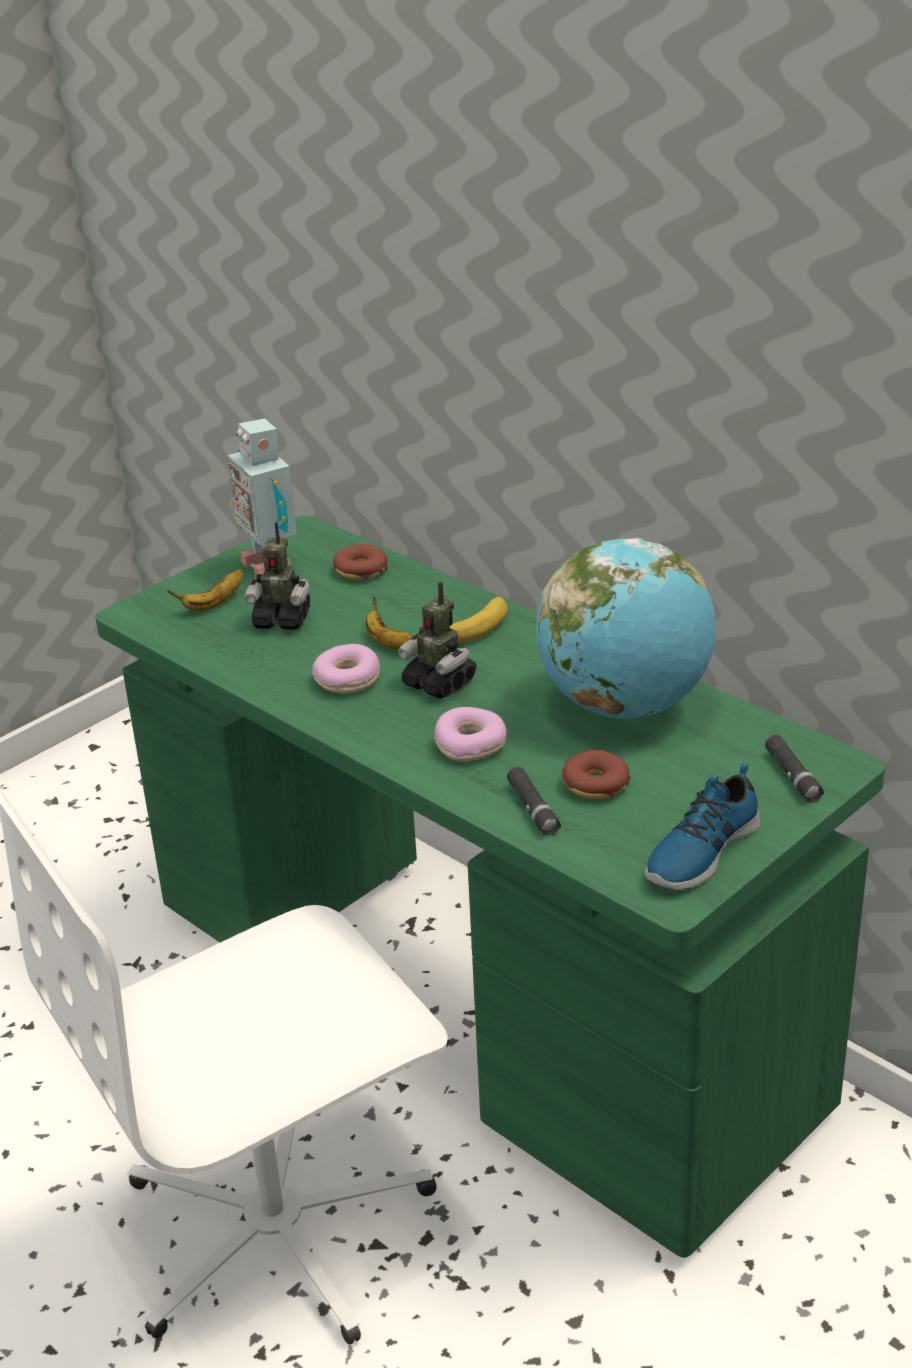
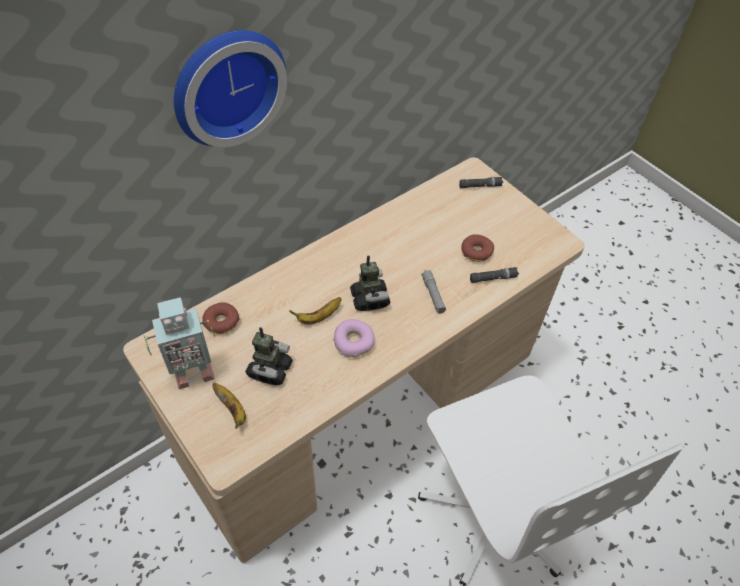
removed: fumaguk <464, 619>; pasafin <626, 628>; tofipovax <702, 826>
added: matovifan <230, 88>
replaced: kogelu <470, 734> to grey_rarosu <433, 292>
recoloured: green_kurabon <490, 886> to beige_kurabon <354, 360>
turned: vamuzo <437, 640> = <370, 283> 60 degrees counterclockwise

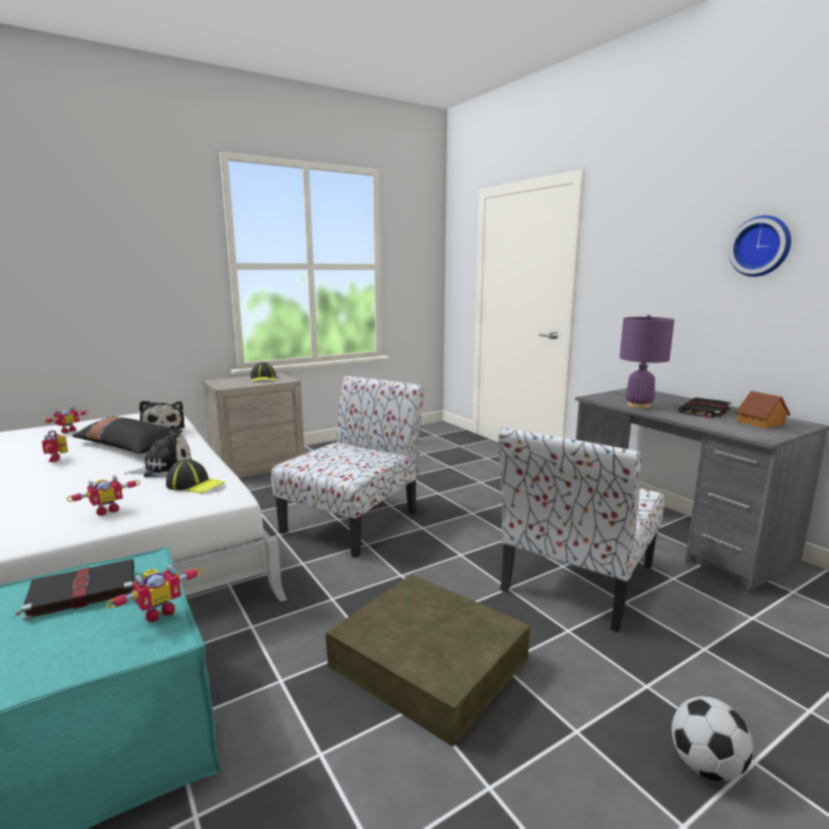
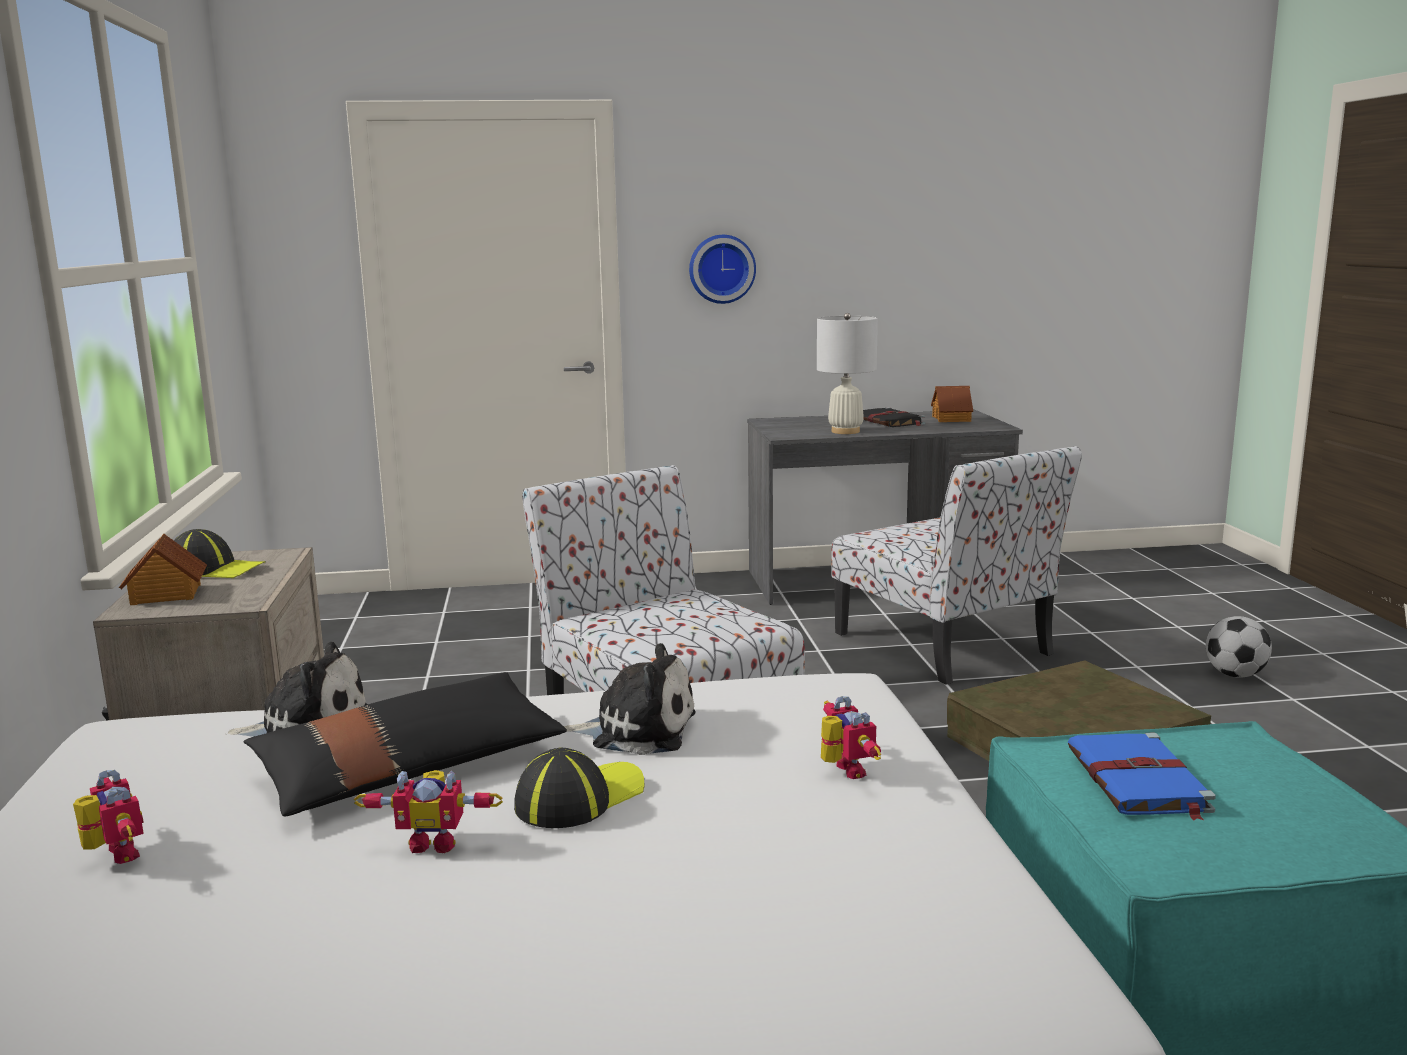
removed: vamuzo <154, 593>
added: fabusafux <163, 569>
moved: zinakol <195, 476> to <579, 787>; matovifan <760, 246> to <722, 269>
recoloured: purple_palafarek <647, 362> to white_palafarek <847, 373>; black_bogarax <74, 590> to blue_bogarax <1142, 776>
turned: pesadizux <158, 453> = <630, 699> 90 degrees clockwise

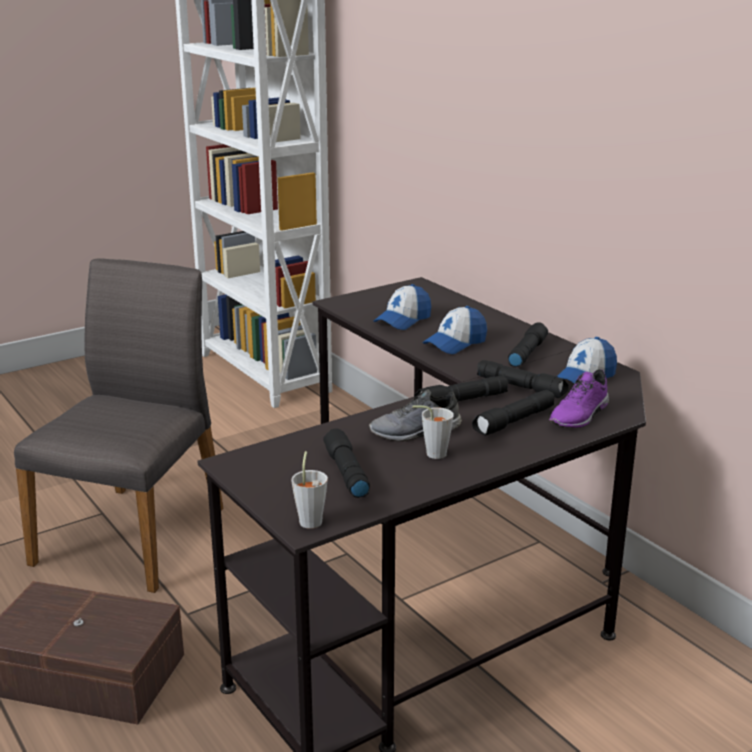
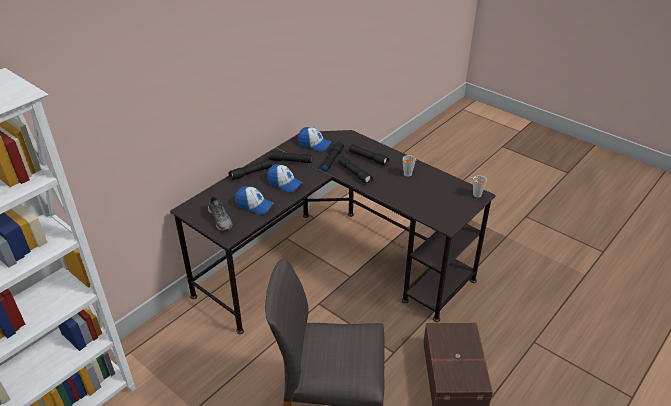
removed: purple_tofipovax <579, 398>
moved: grey_tofipovax <415, 415> to <220, 213>; black_rarosu <346, 463> to <250, 169>

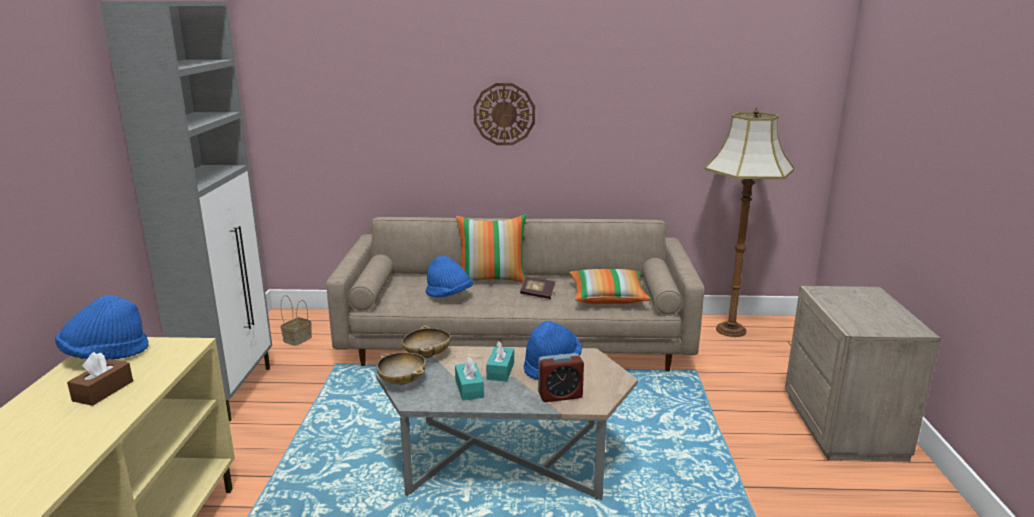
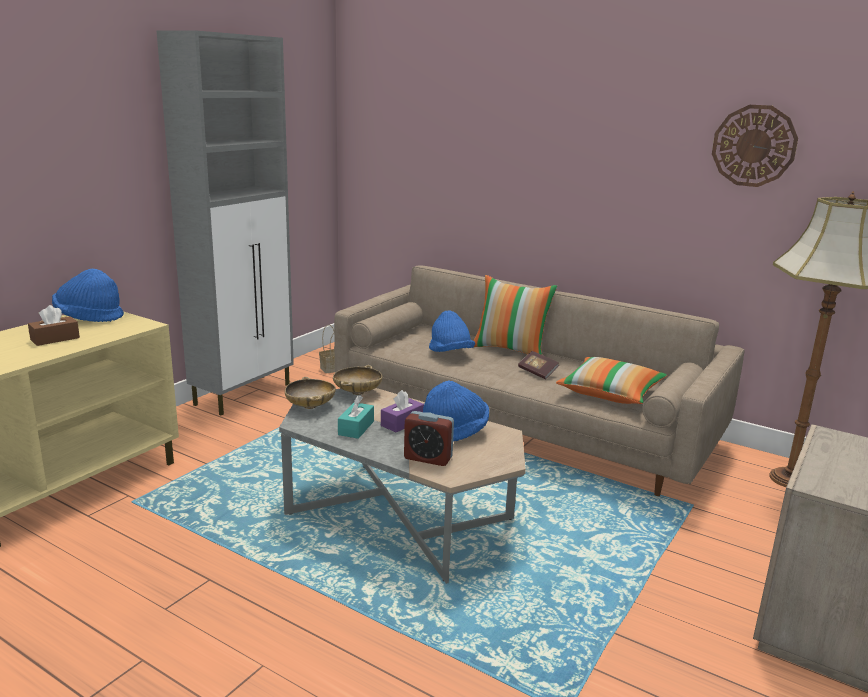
moved: matovifan <504, 114> to <755, 146>
recoloured: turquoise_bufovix <500, 361> to purple_bufovix <402, 411>

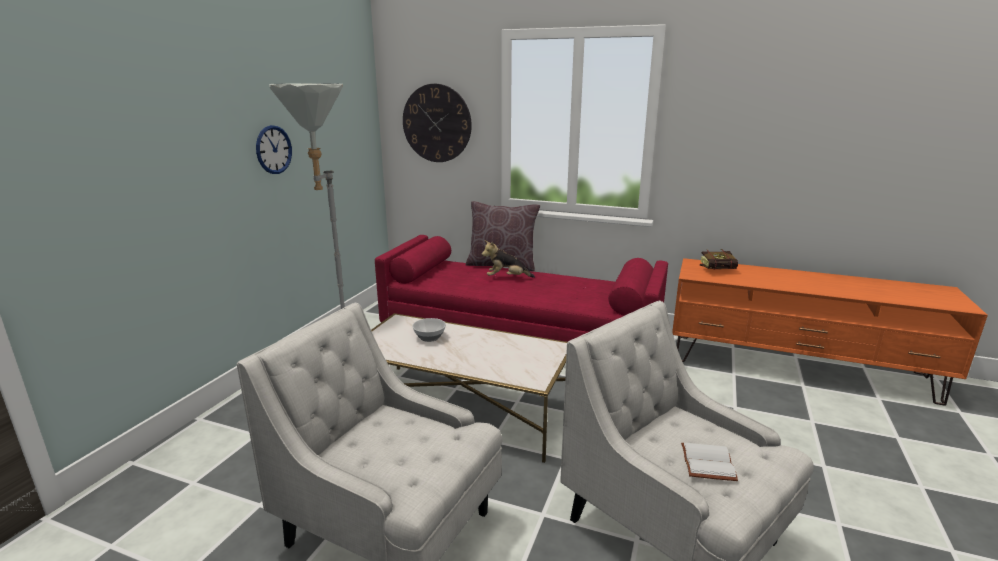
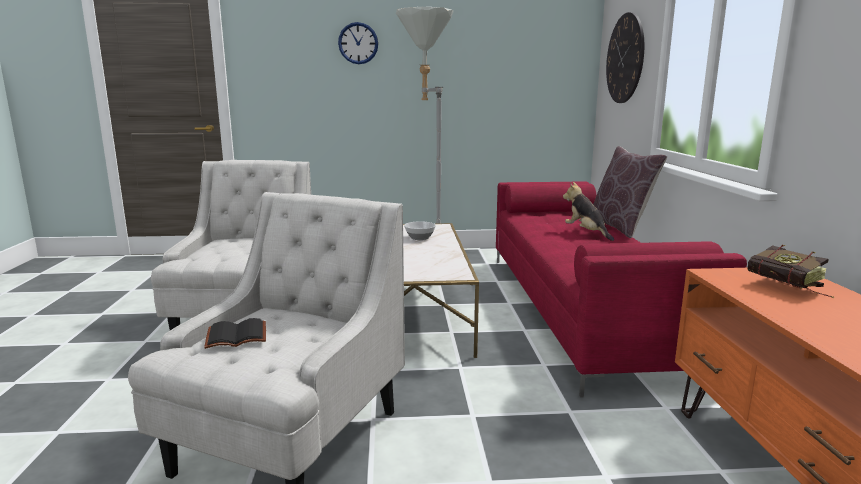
moved: matovifan <274, 149> to <358, 43>
recoloured: white_bogarax <709, 462> to black_bogarax <235, 333>

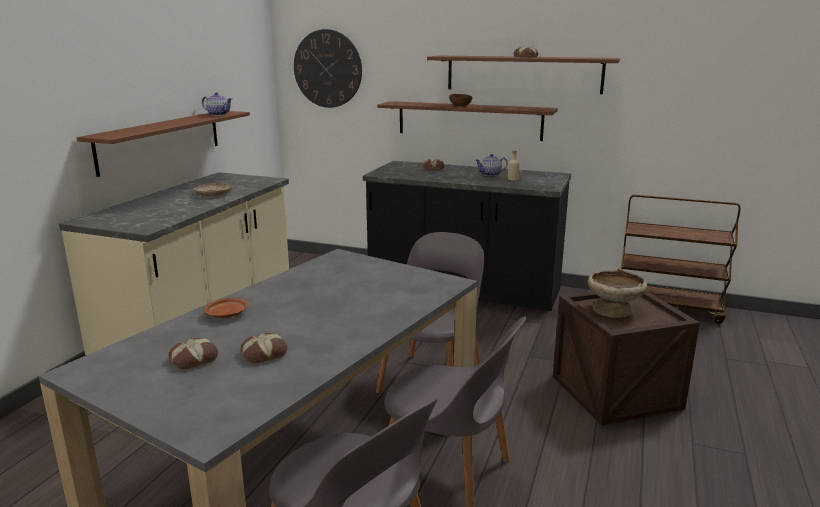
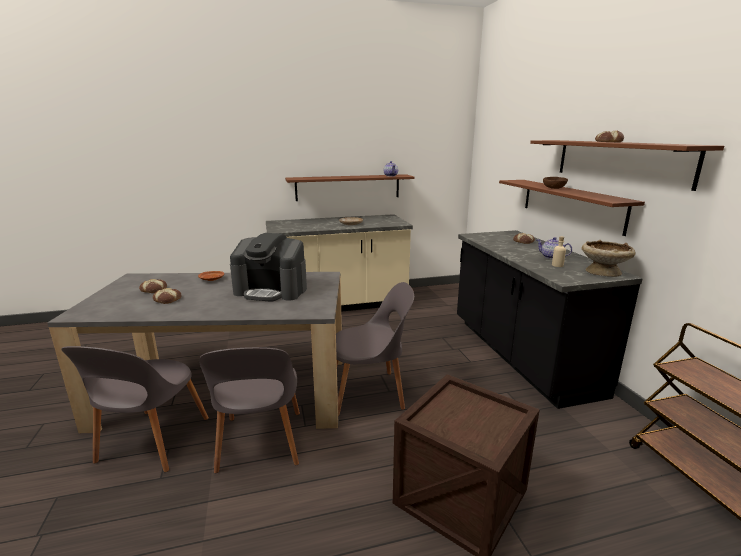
removed: matovifan <328, 68>
added: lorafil <268, 267>
moved: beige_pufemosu <617, 293> to <609, 258>

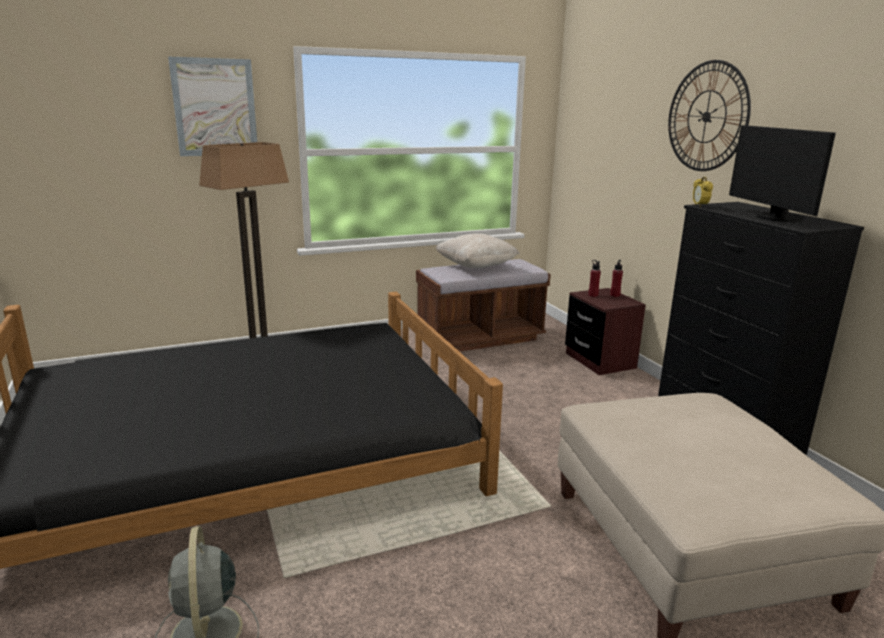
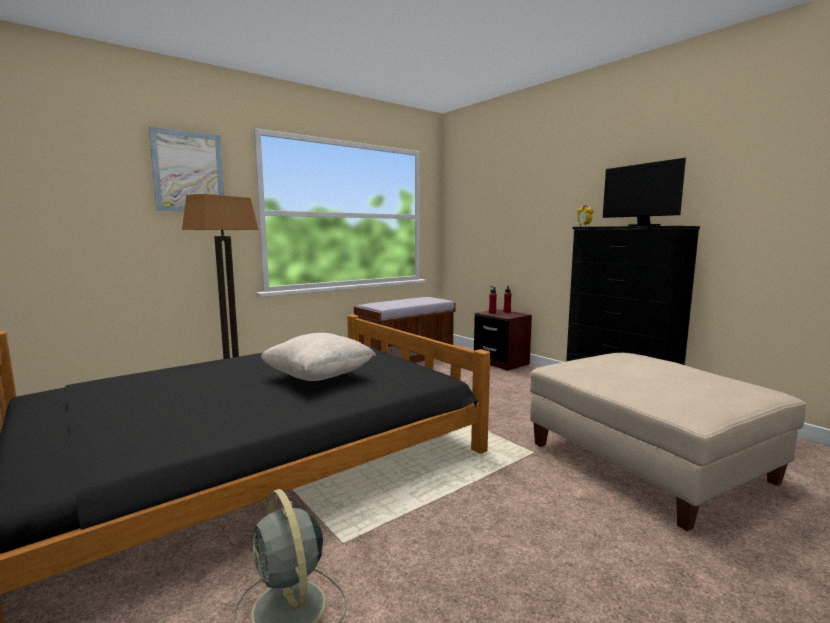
removed: matovifan <709, 115>
moved: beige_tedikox <478, 250> to <318, 357>

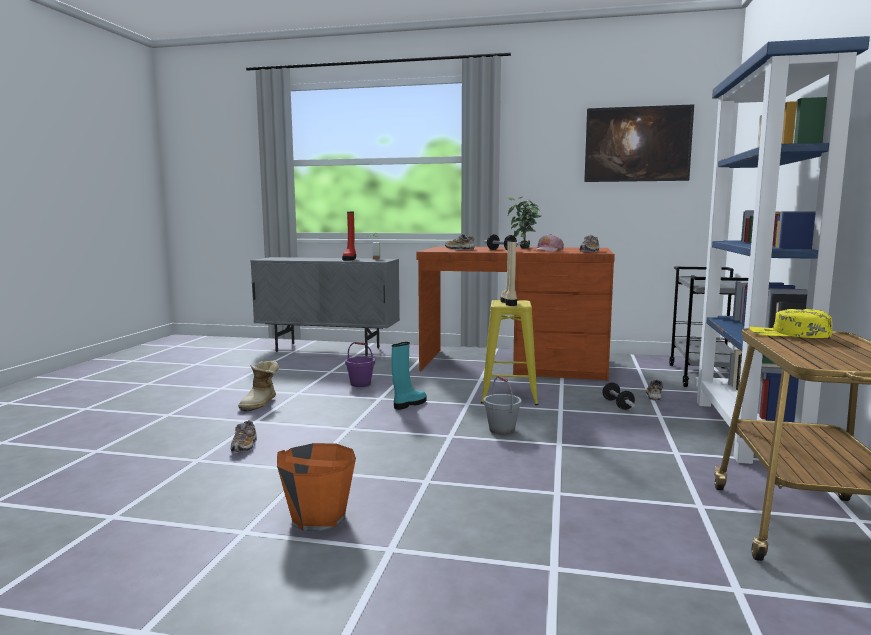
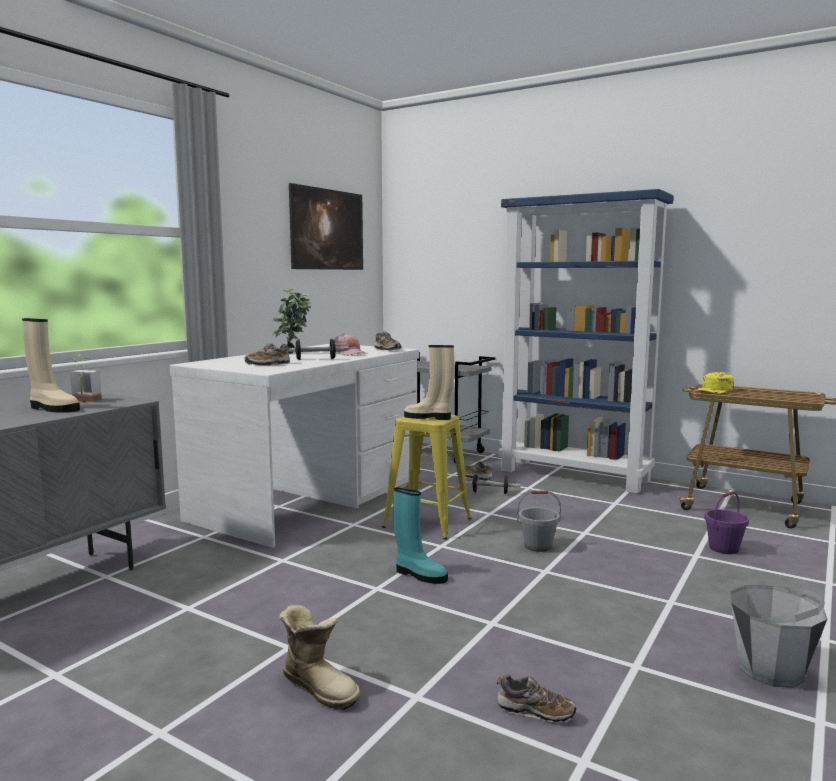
moved: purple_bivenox <360, 364> to <726, 522>
recoloured: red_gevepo <349, 236> to beige_gevepo <51, 365>; brown_kurabon <515, 313> to white_kurabon <294, 446>; orange_bivenox <316, 487> to grey_bivenox <778, 636>
turned: turquoise_gevepo <409, 376> = <420, 535> 150 degrees clockwise

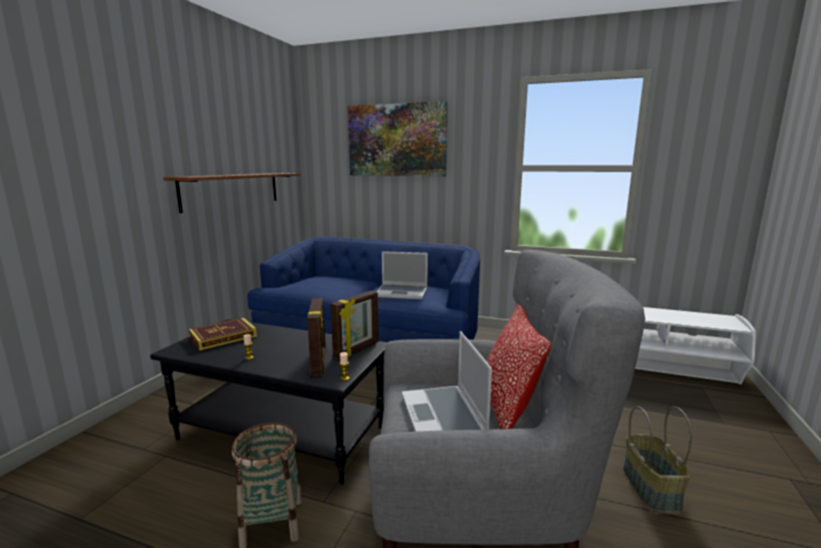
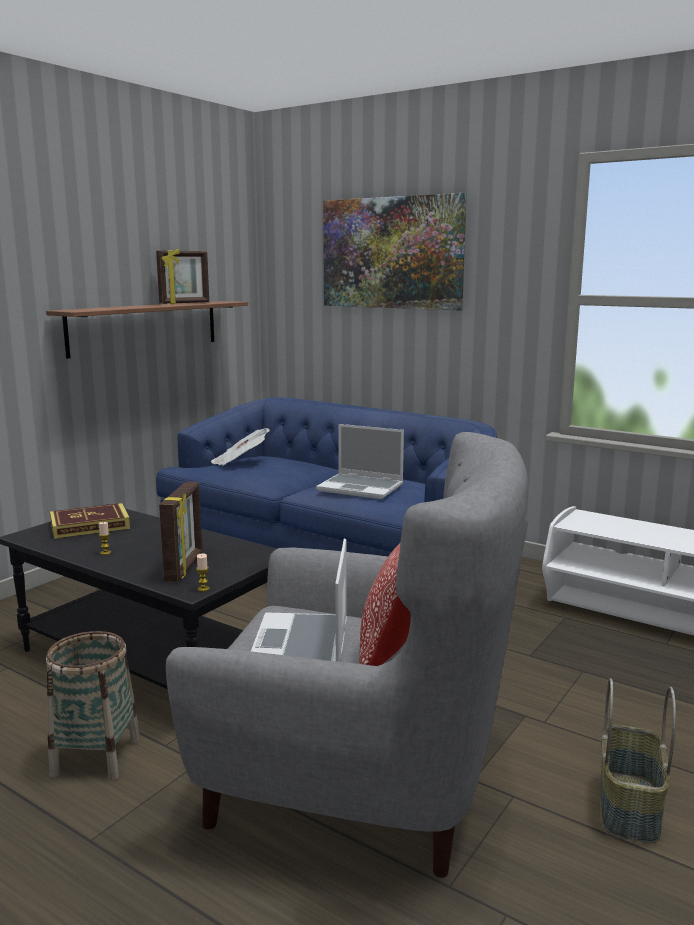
added: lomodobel <240, 447>
moved: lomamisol <354, 325> to <182, 276>

